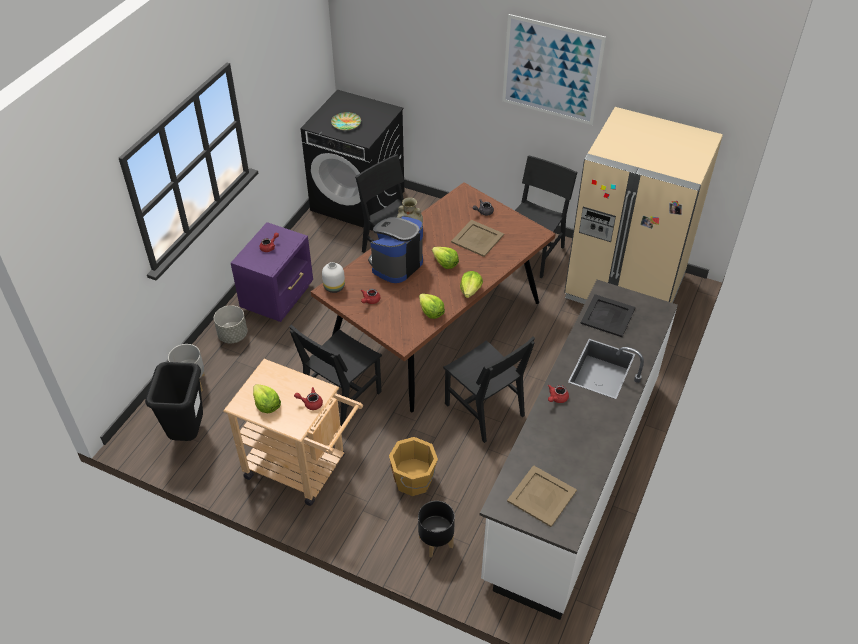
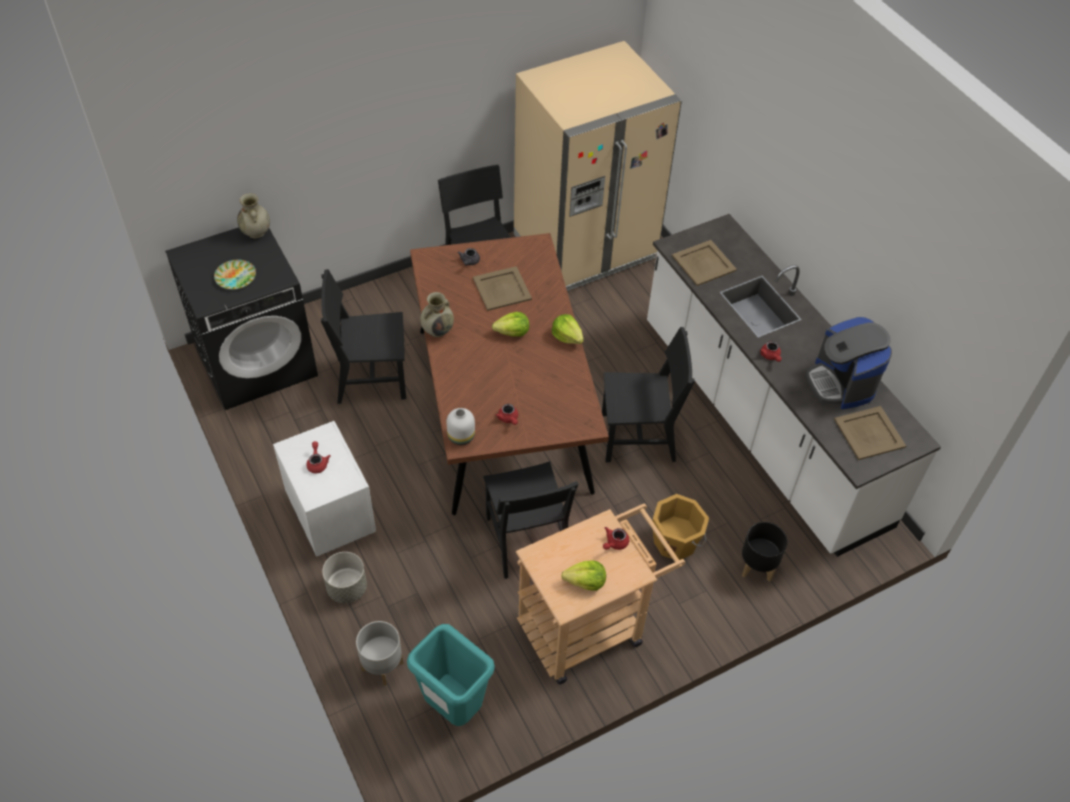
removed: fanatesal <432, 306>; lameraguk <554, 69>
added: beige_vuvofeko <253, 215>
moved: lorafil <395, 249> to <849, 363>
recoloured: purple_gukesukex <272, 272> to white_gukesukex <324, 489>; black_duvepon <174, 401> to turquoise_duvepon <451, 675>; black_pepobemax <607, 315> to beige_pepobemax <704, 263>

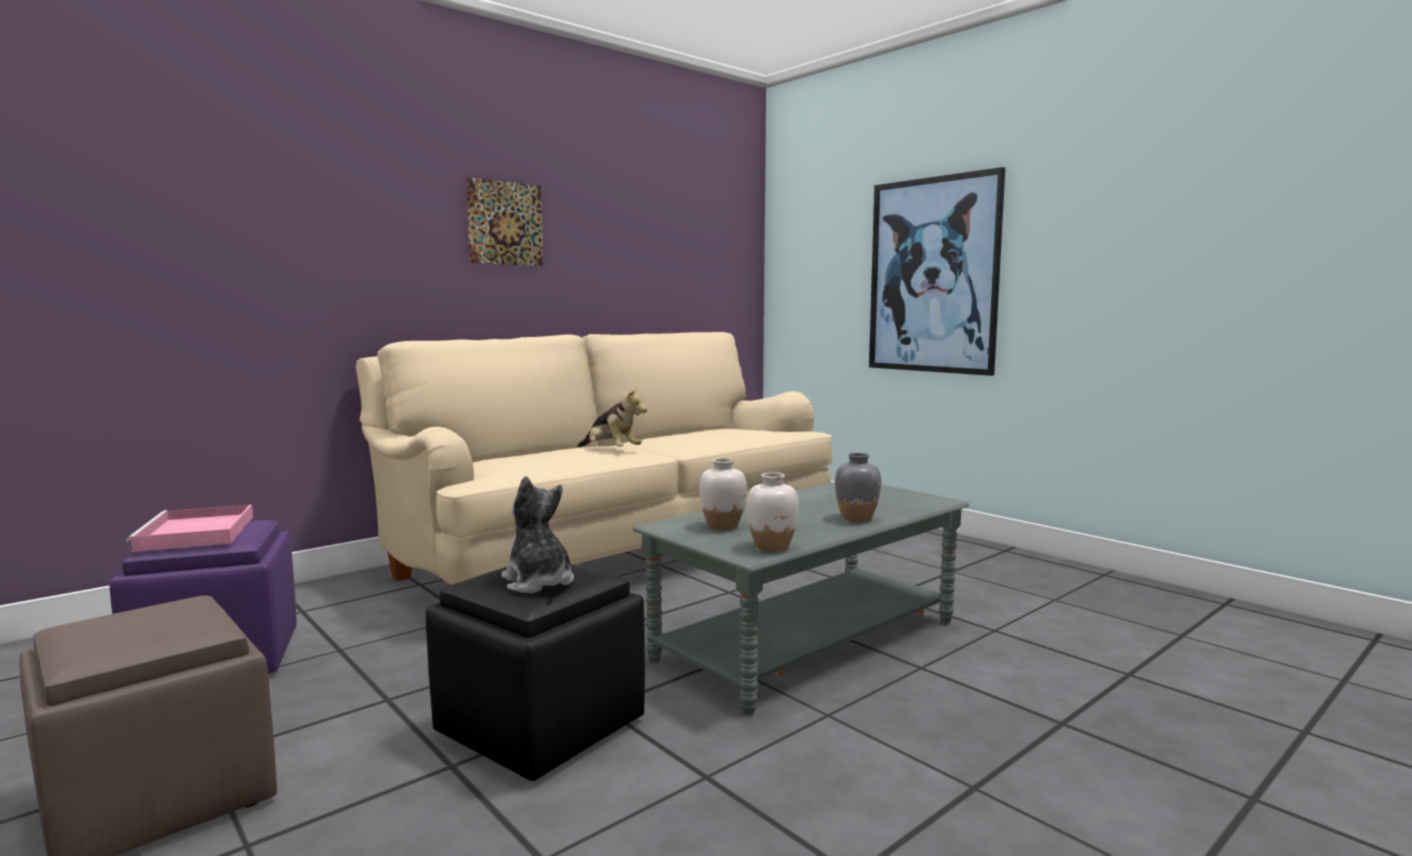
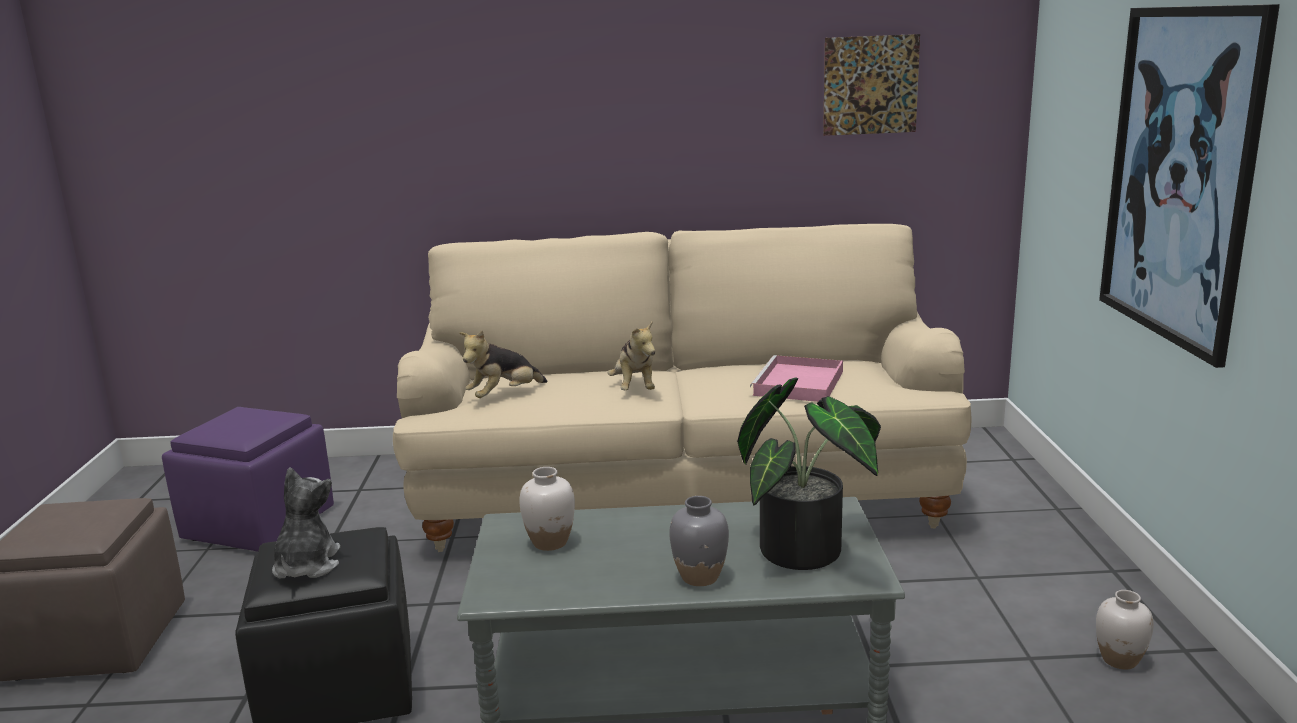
added: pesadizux <503, 364>; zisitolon <809, 473>
moved: pink_pepobemax <189, 528> to <796, 378>; lameraguk <504, 221> to <871, 85>; white_vuvofeko <773, 512> to <1125, 629>

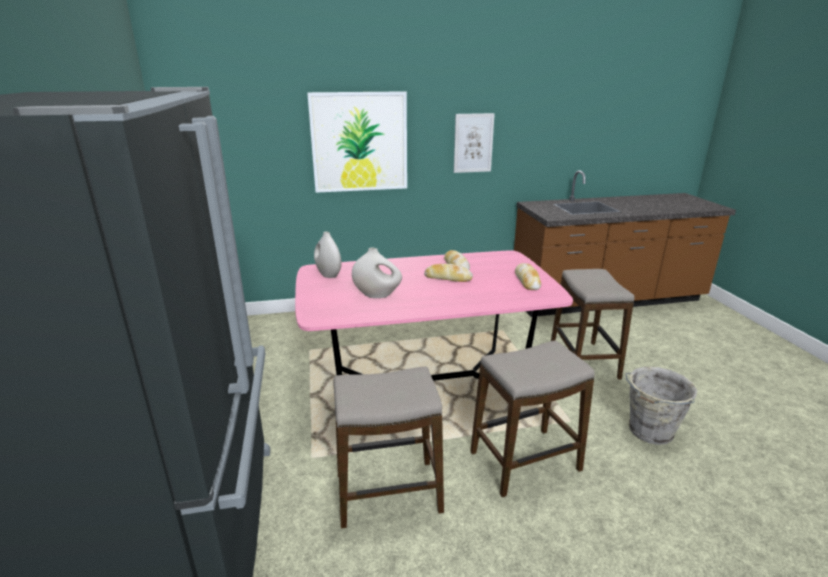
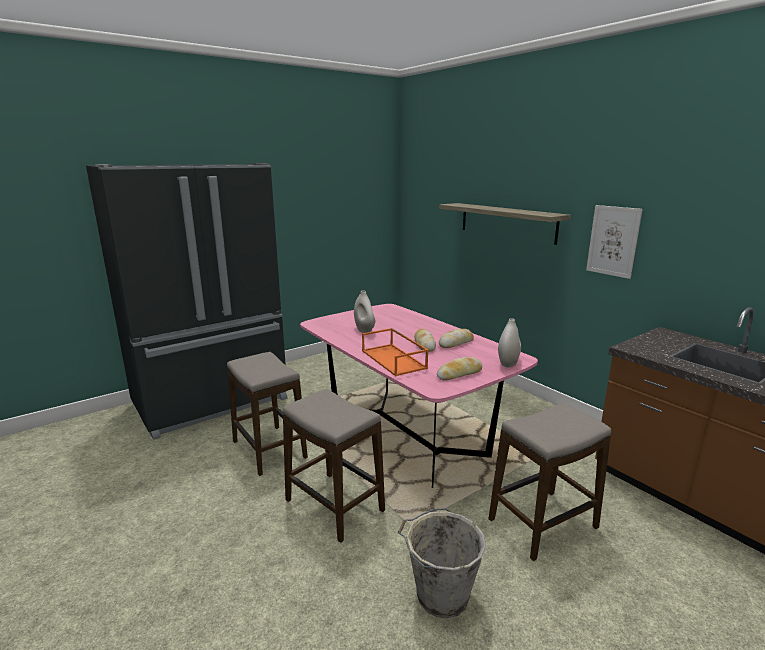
added: orange_pepobemax <395, 352>
moved: white_vuvofeko <328, 254> to <509, 342>
replaced: lameraguk <357, 142> to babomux <505, 224>

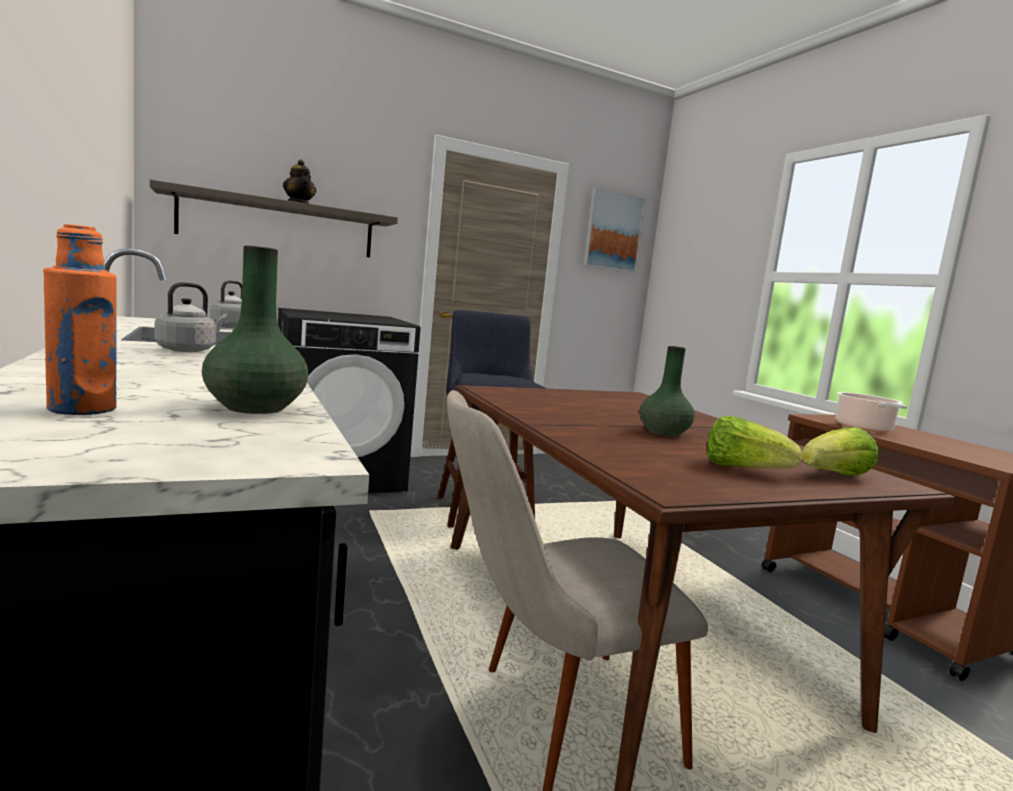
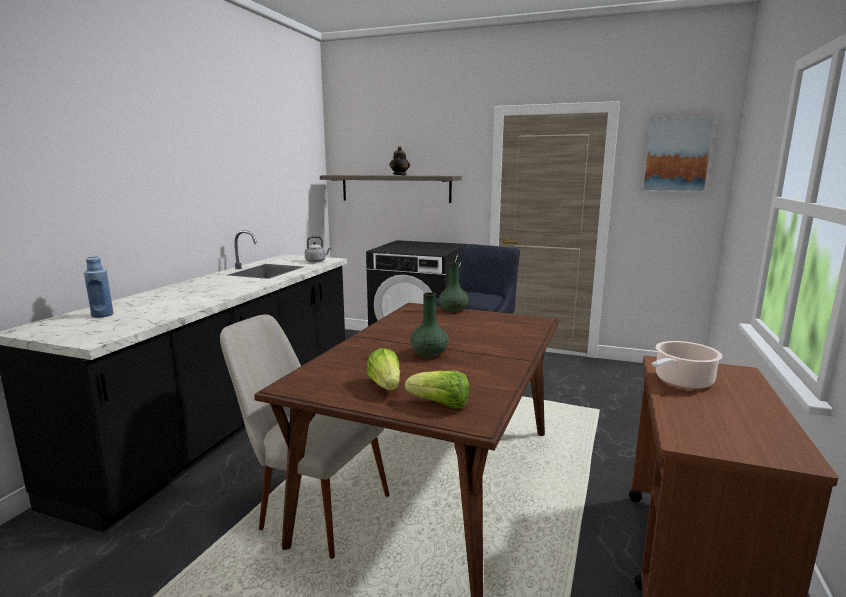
removed: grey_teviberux <191, 317>
moved: green_vuvofeko <255, 329> to <453, 287>
recoloured: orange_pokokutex <80, 319> to blue_pokokutex <98, 287>

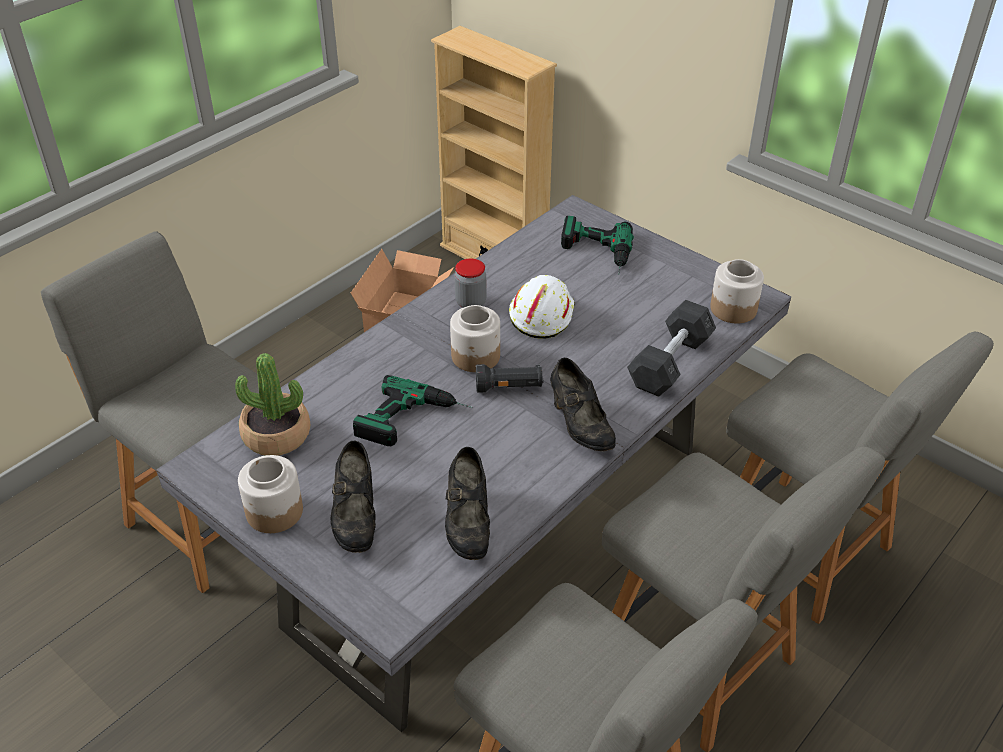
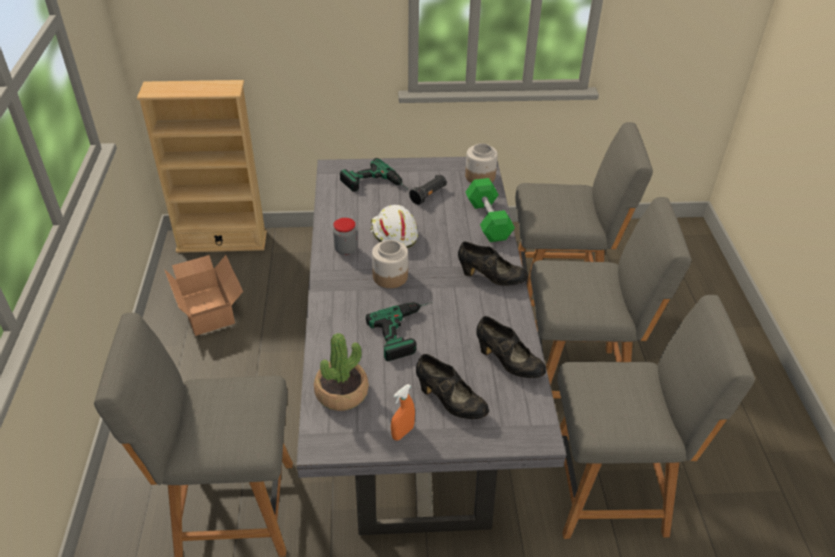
moved: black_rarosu <509, 378> to <428, 190>
replaced: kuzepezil <270, 494> to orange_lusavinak <403, 412>
recoloured: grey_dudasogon <671, 348> to green_dudasogon <490, 210>

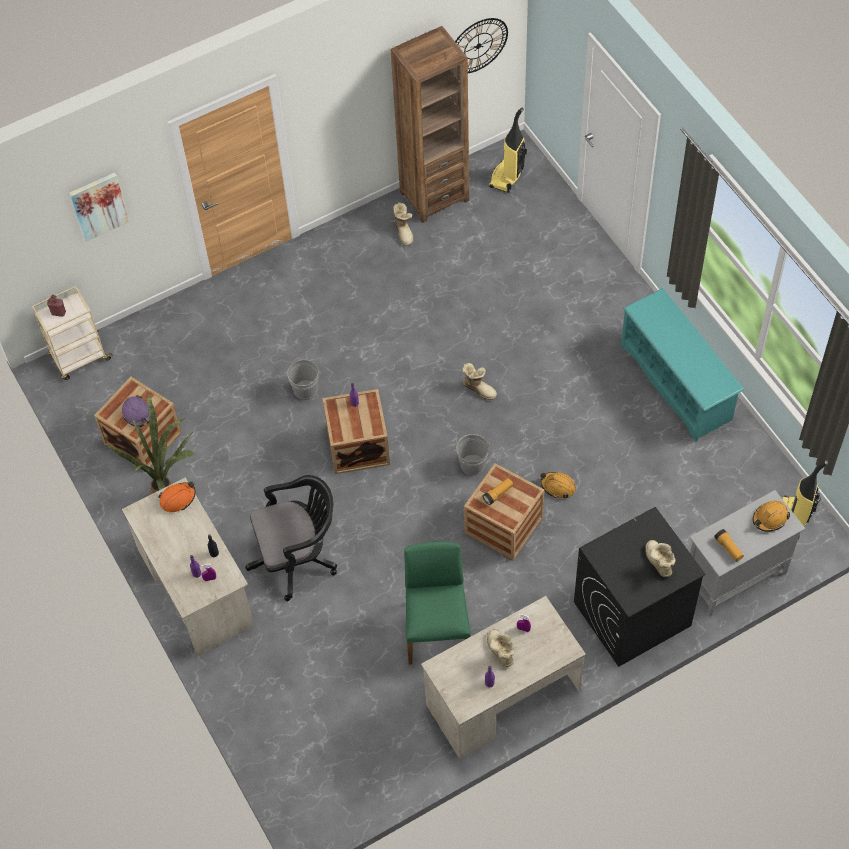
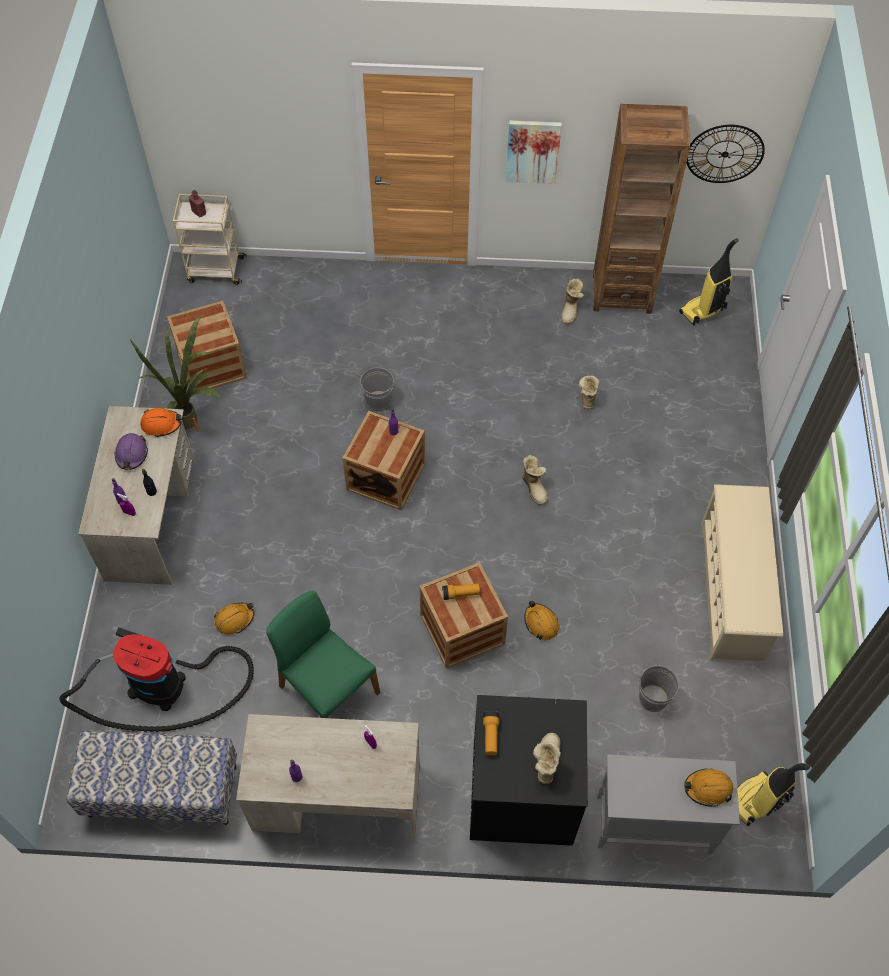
removed: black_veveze <291, 538>
added: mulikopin <156, 679>; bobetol <152, 777>; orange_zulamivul <234, 619>
moved: purple_zulamivul <135, 411> to <131, 451>; rarosu <729, 545> to <491, 733>; lameraguk <99, 207> to <534, 152>; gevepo <501, 648> to <589, 392>; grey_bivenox <472, 455> to <660, 688>
recoloured: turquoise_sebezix <682, 365> to beige_sebezix <742, 572>
turned: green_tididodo <437, 603> = <323, 654> 75 degrees counterclockwise

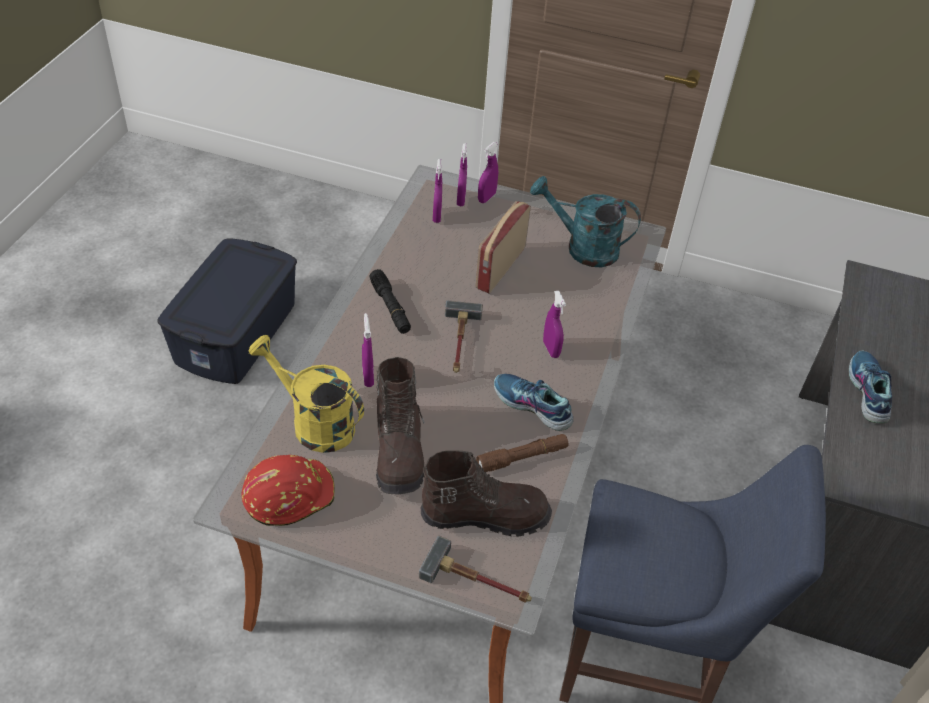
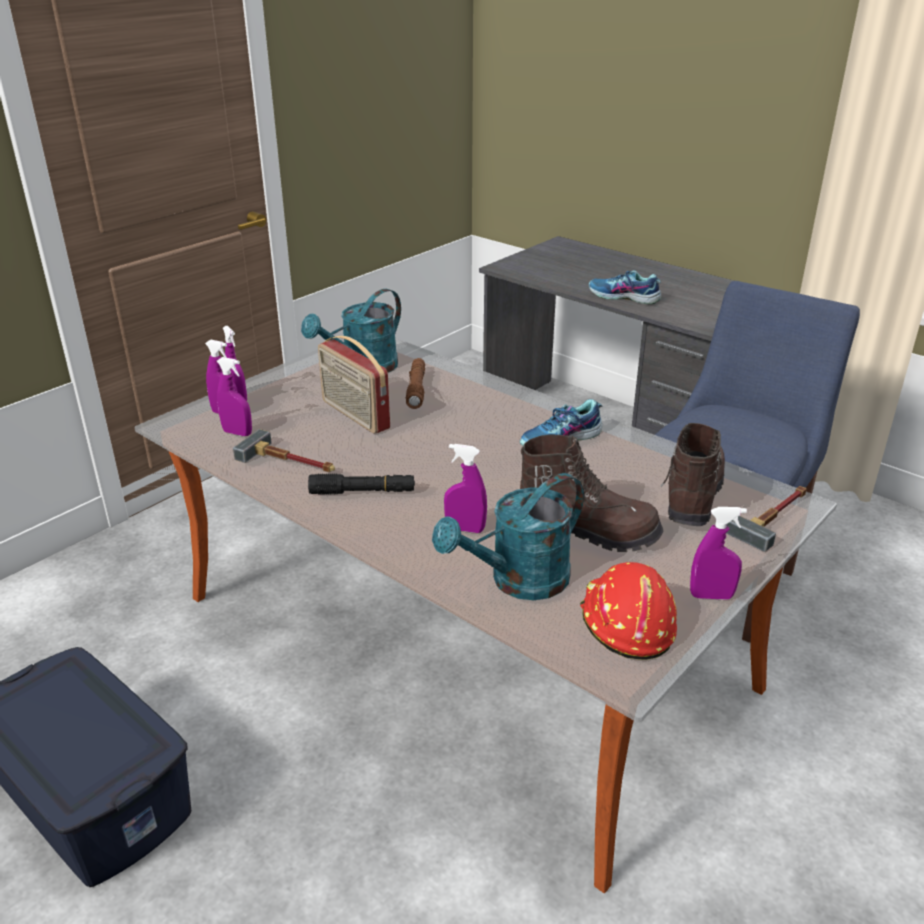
moved: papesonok <464, 336> to <284, 450>; brown_rarosu <522, 453> to <415, 383>; purple_lusavinak <554, 324> to <718, 553>
recoloured: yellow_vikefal <306, 394> to turquoise_vikefal <508, 536>

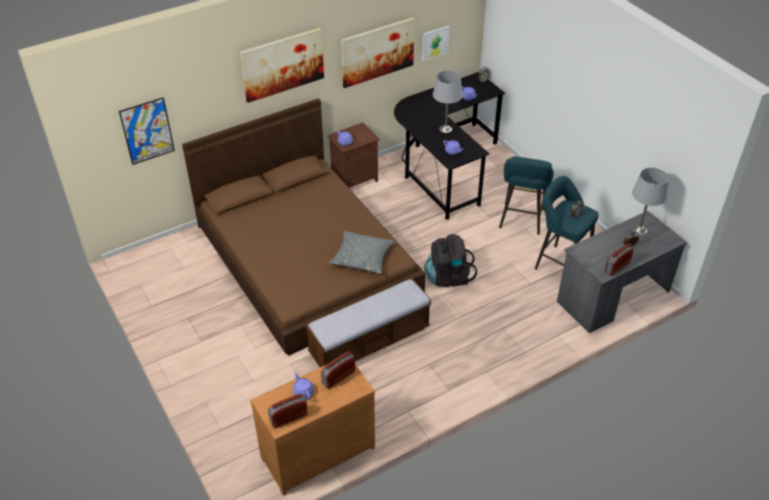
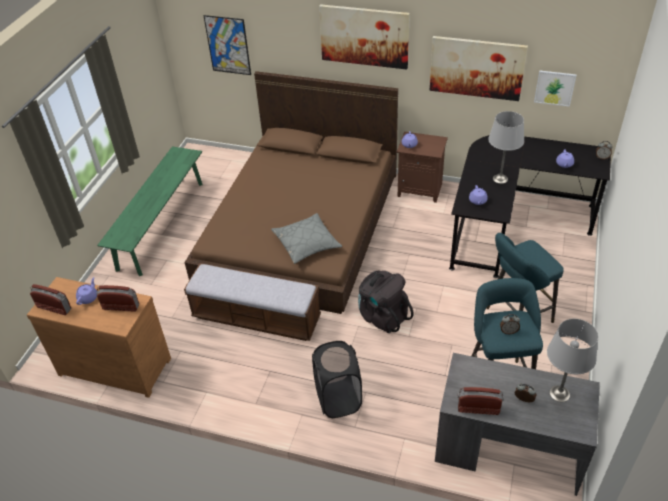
added: green_bobetol <150, 211>; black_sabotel <337, 379>

